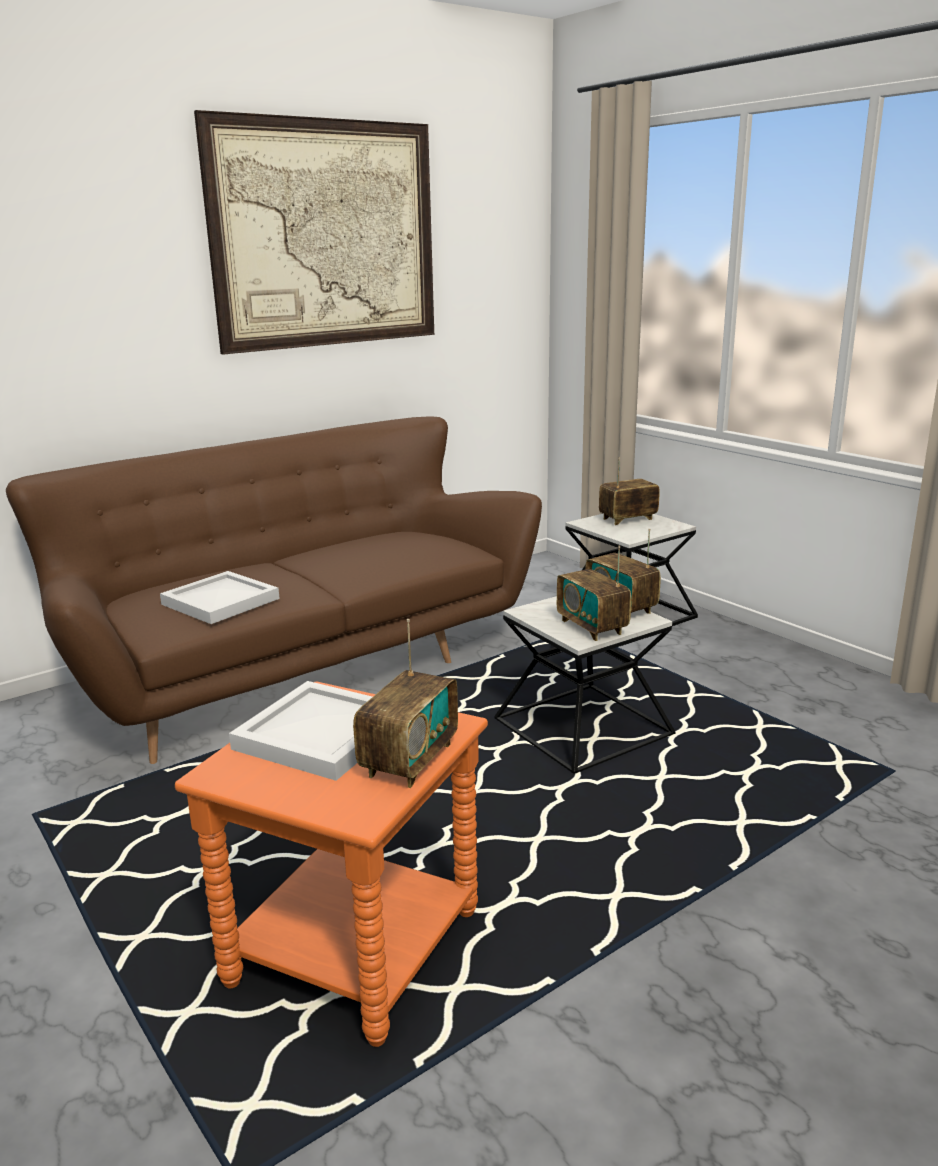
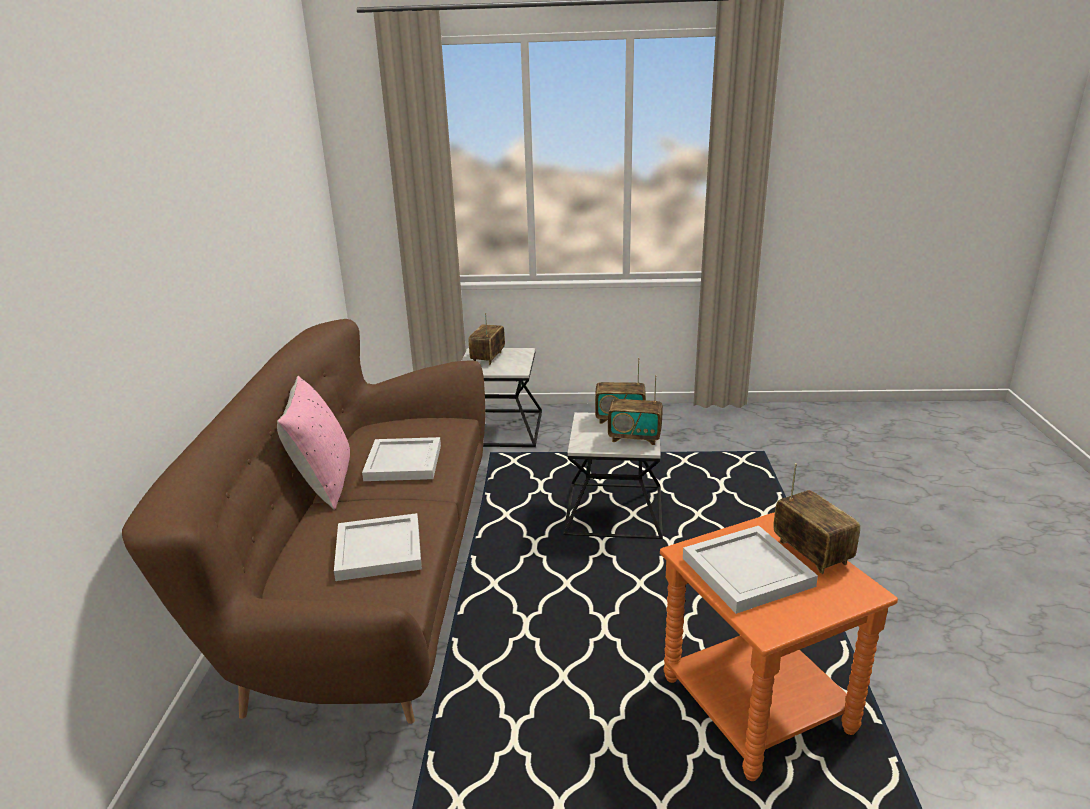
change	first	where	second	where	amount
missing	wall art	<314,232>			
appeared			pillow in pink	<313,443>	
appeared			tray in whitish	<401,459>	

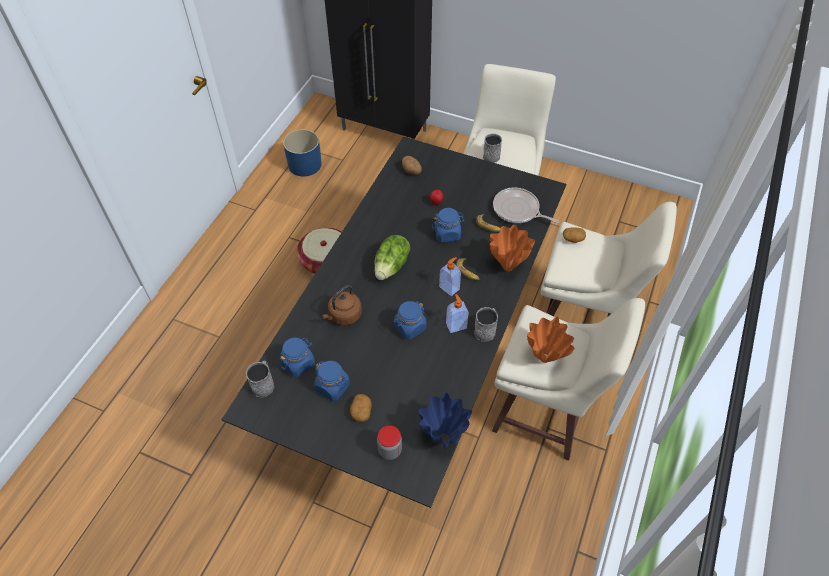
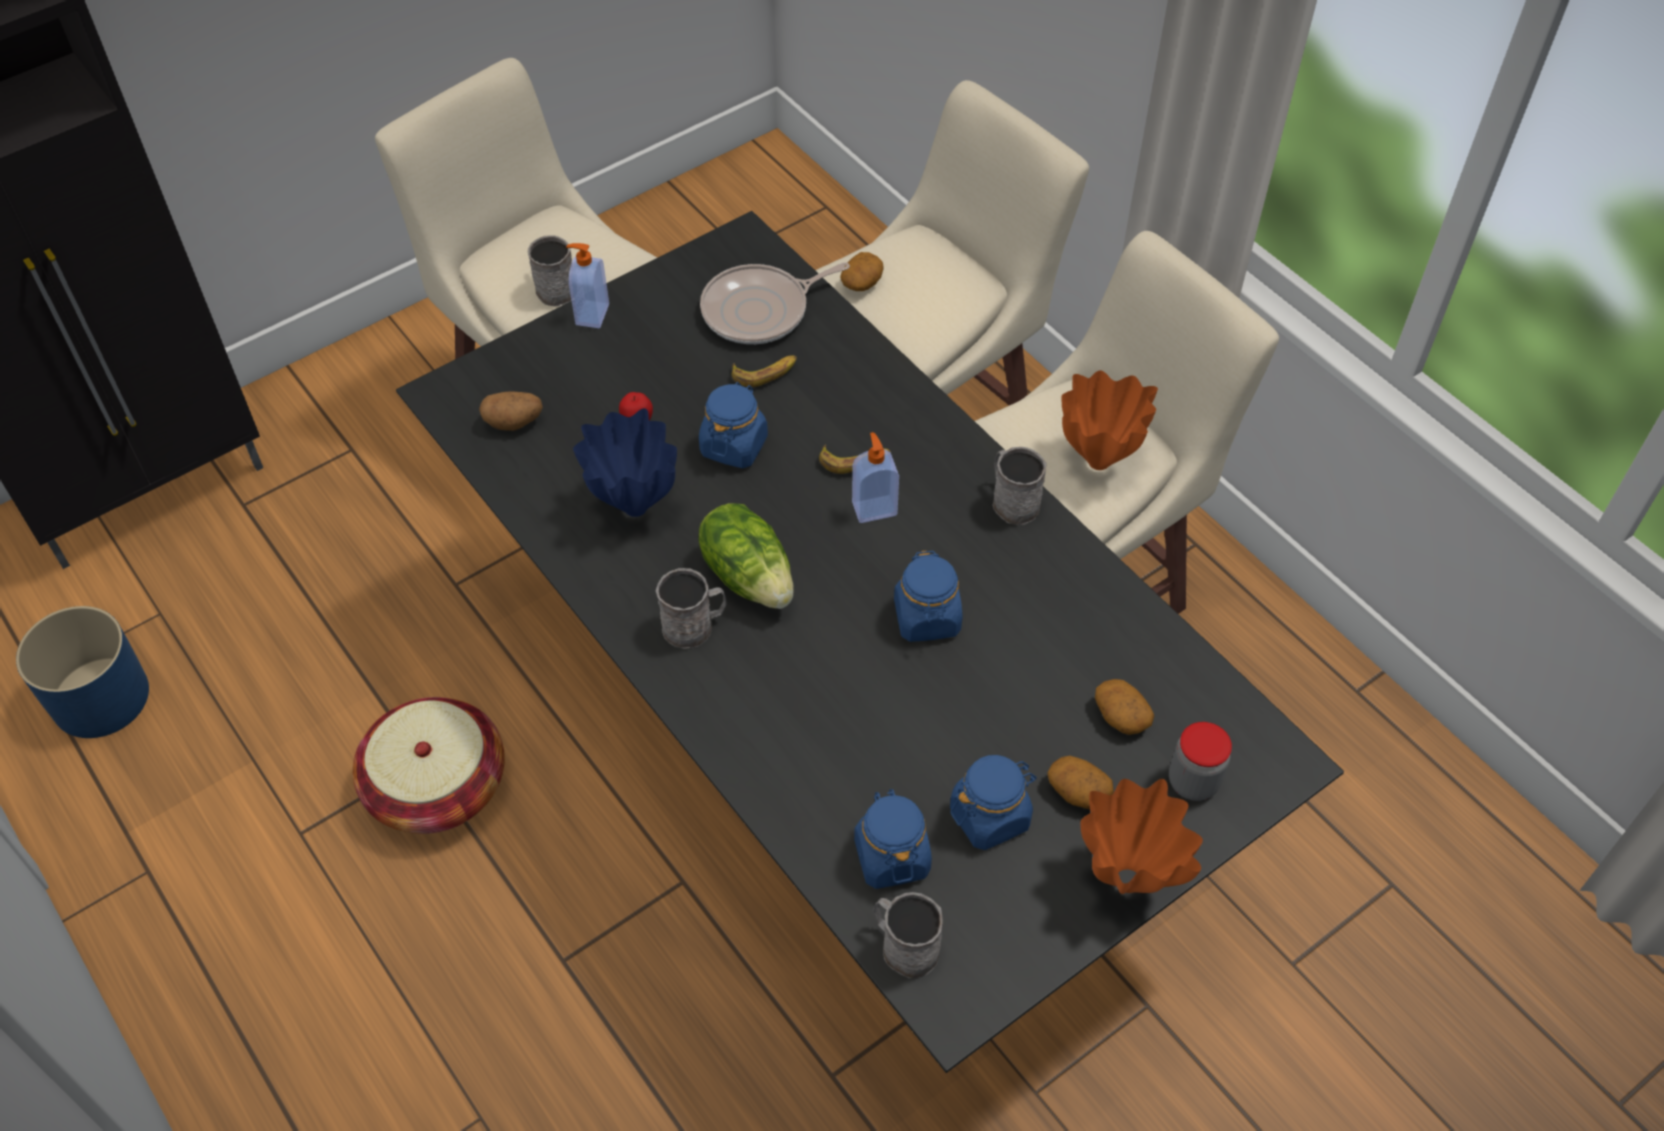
change	first	where	second	where	amount
relocated	vase in orangey	<512,248>		<1141,836>	
missing	tea kettle in brown-coloured	<342,305>			
relocated	soap dispenser	<457,313>		<587,285>	
relocated	vase in blue-coloured	<445,420>		<625,462>	
appeared			tea mug in greyish	<691,608>	
appeared			spud	<1124,707>	

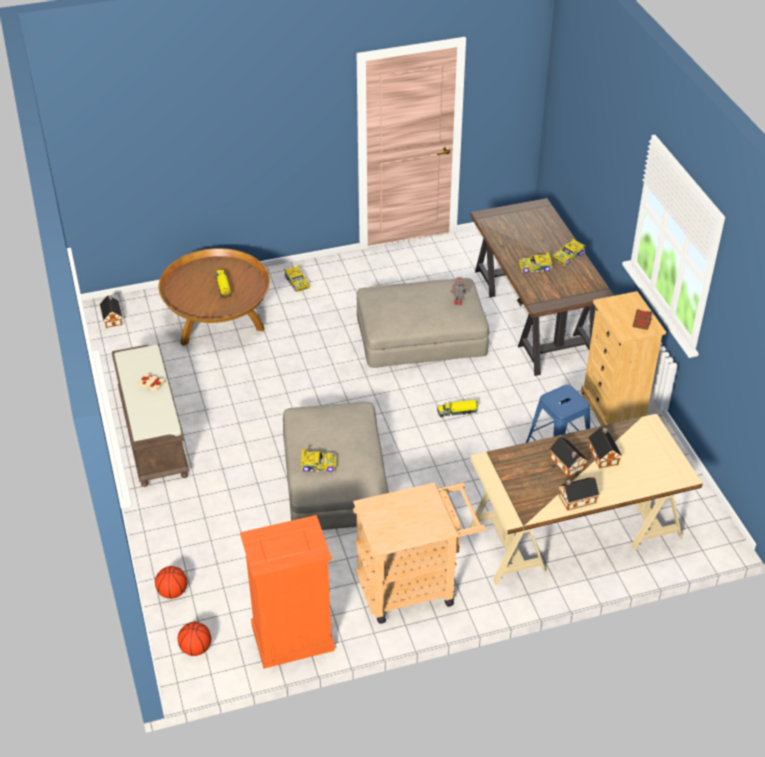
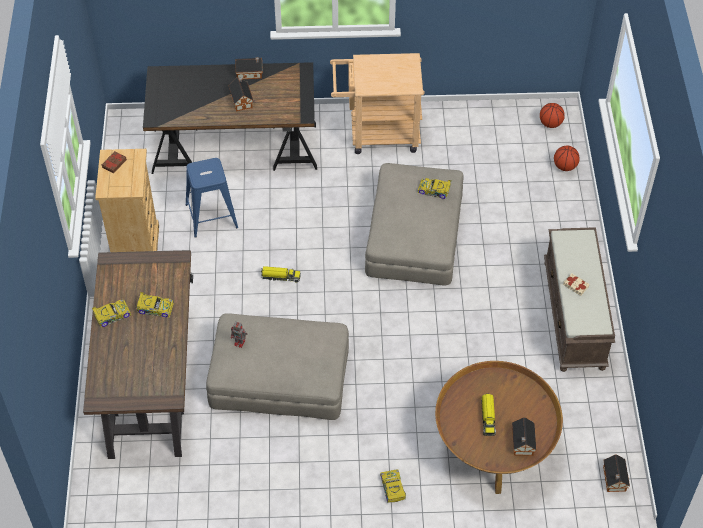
change	first	where	second	where	amount
colour	desk in beige-coloured	<586,499>	desk in black-coloured	<230,118>	
relocated	toy house	<605,448>		<524,436>	
missing	dresser in orangey	<287,592>			

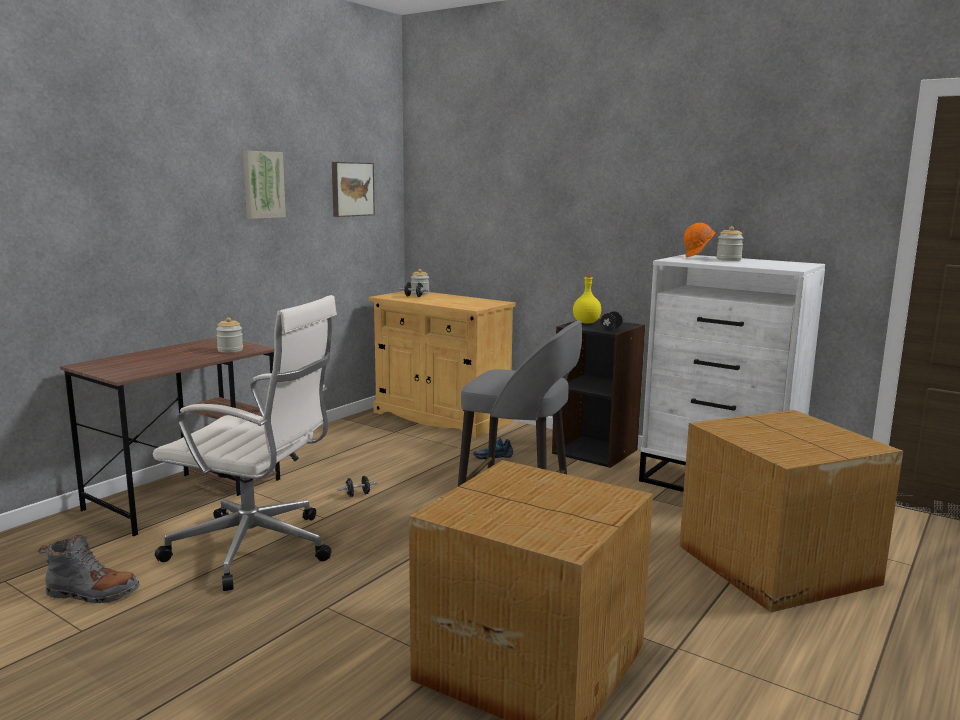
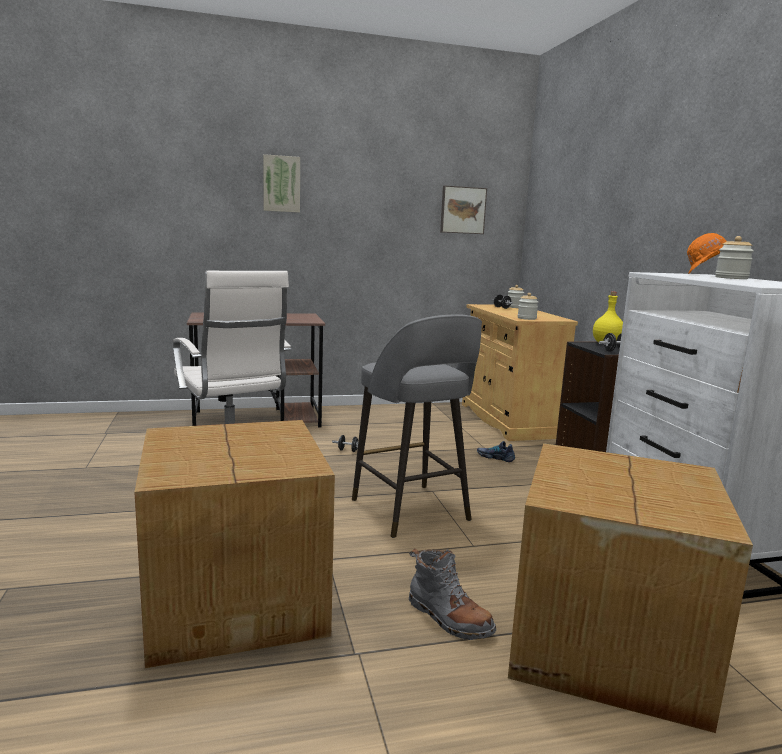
change	first	where	second	where	amount
relocated	wall art	<264,185>		<281,183>	
relocated	jar	<229,335>		<528,306>	
relocated	tall boot in greyish	<89,568>		<452,594>	

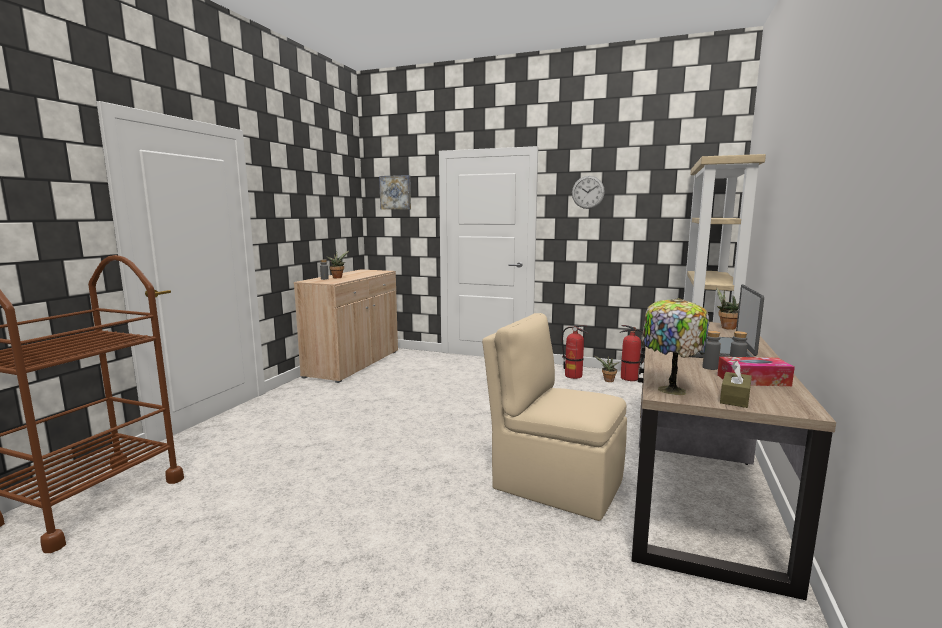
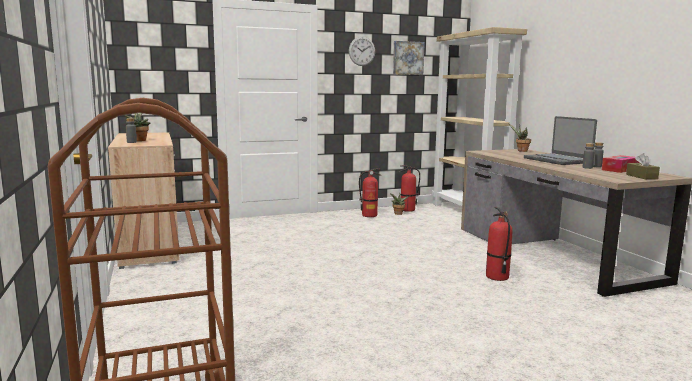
change	first	where	second	where	amount
relocated	wall art	<395,192>		<409,58>	
missing	lamp for a table	<675,346>			
exchanged	plain chair in beige-coloured	<554,417>	fire extinguisher	<499,244>	

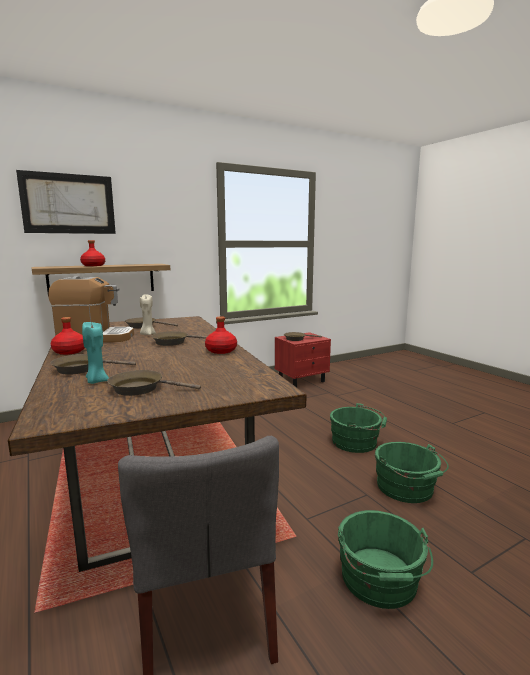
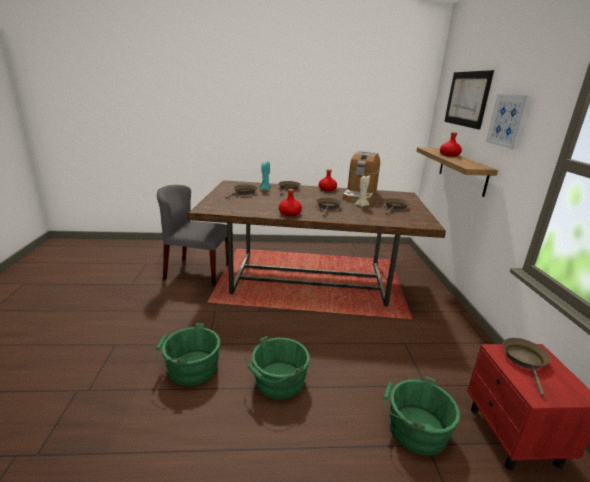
change	first	where	second	where	amount
relocated	bucket in green	<385,559>		<421,416>	
appeared			wall art	<508,121>	

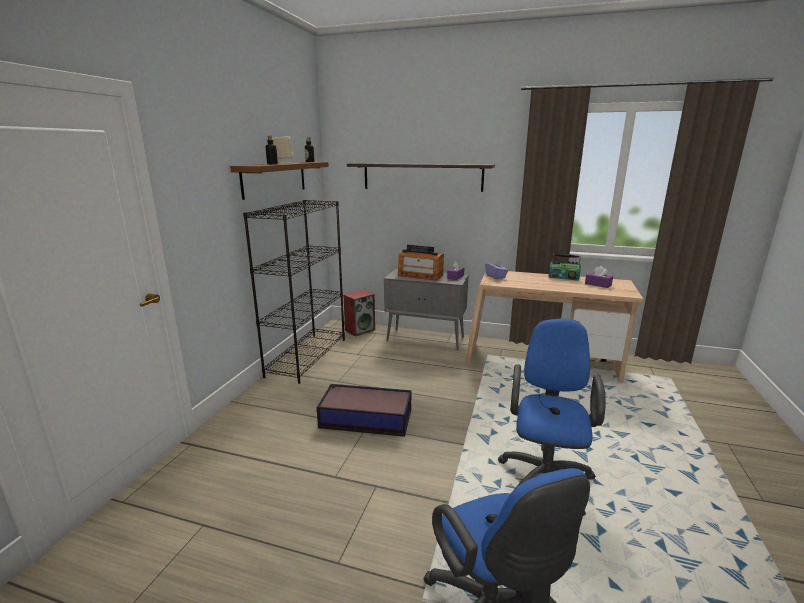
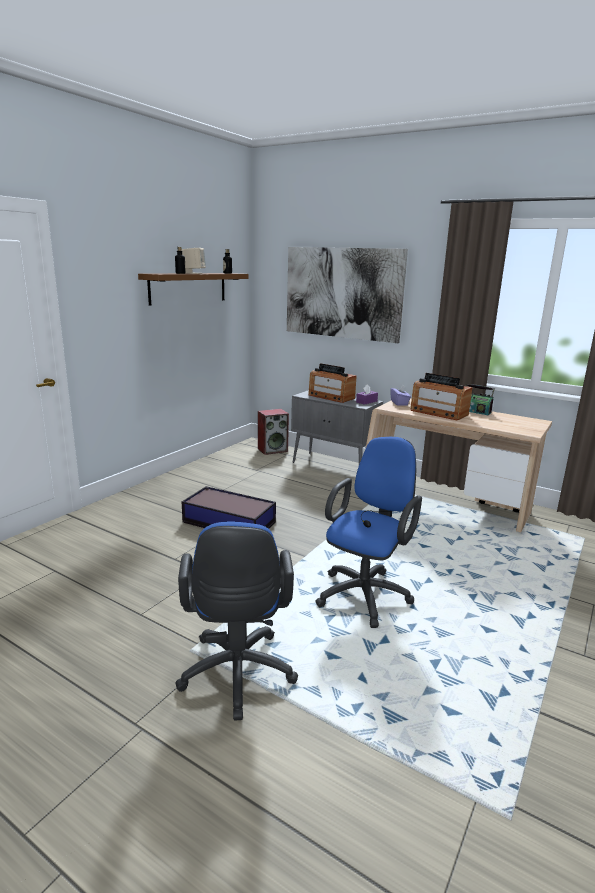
change	first	where	second	where	amount
exchanged	shelf	<421,177>	wall art	<347,295>	
missing	bookshelf in black-coloured	<294,292>			
missing	tissue holder in purple	<599,277>			
appeared			radio receiver	<441,396>	

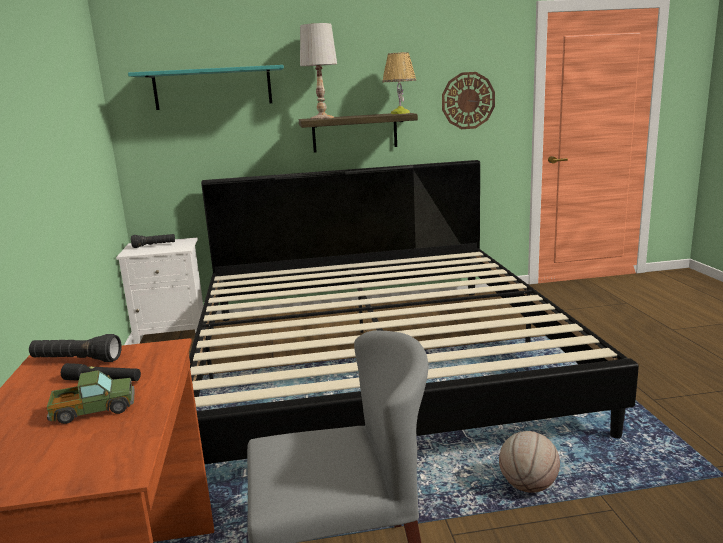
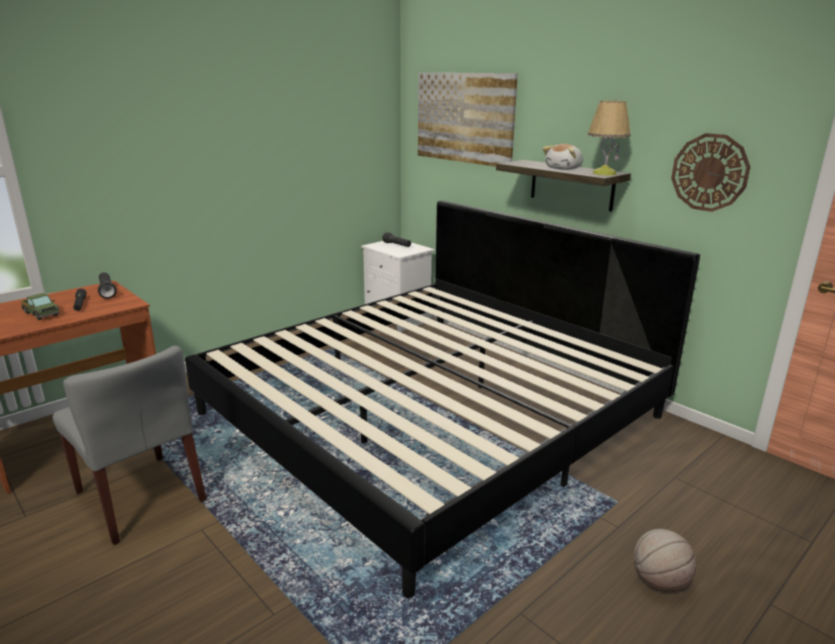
change	first	where	second	where	amount
missing	lamp for a table in whitish	<318,71>			
exchanged	shelf in blue-green	<206,87>	wall art	<468,120>	
relocated	basketball ball	<529,462>		<665,560>	
appeared			plush toy	<563,157>	

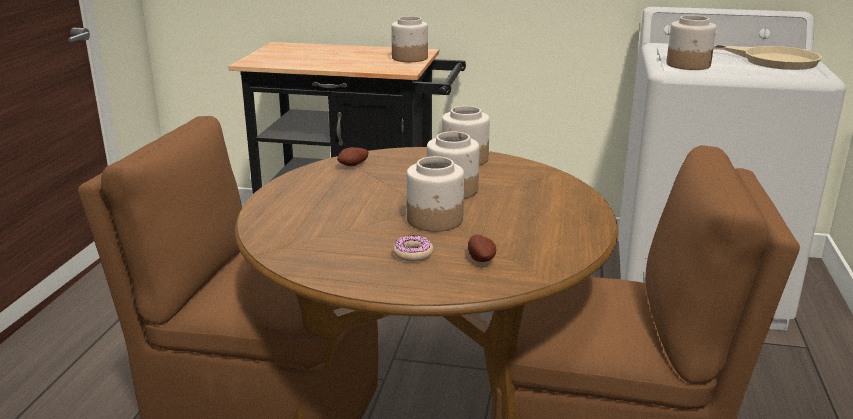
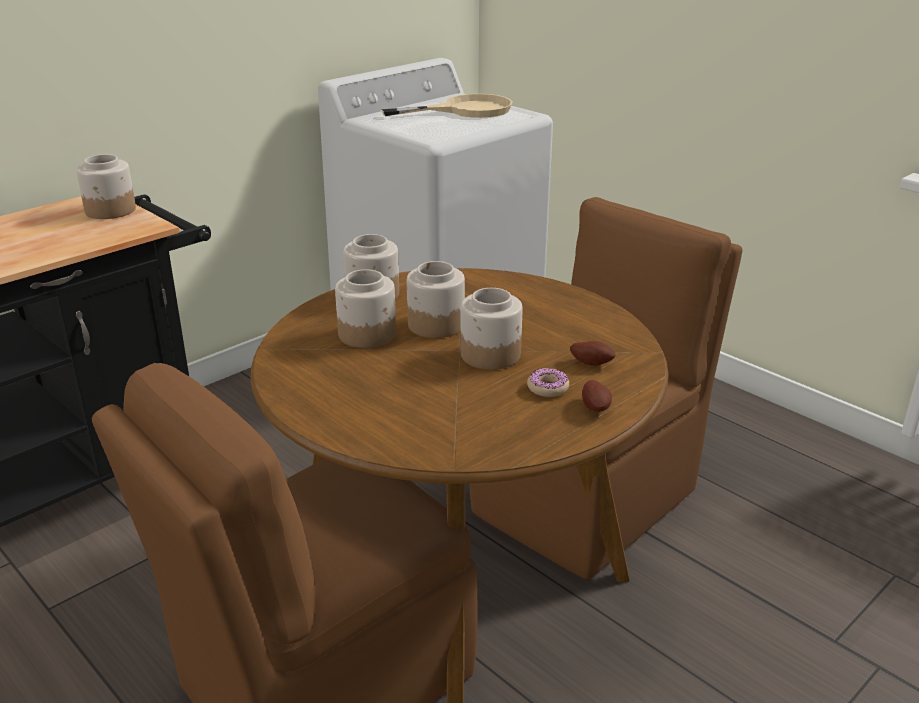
change	first	where	second	where	amount
relocated	jar	<691,42>		<365,308>	
relocated	spud	<352,156>		<597,396>	

